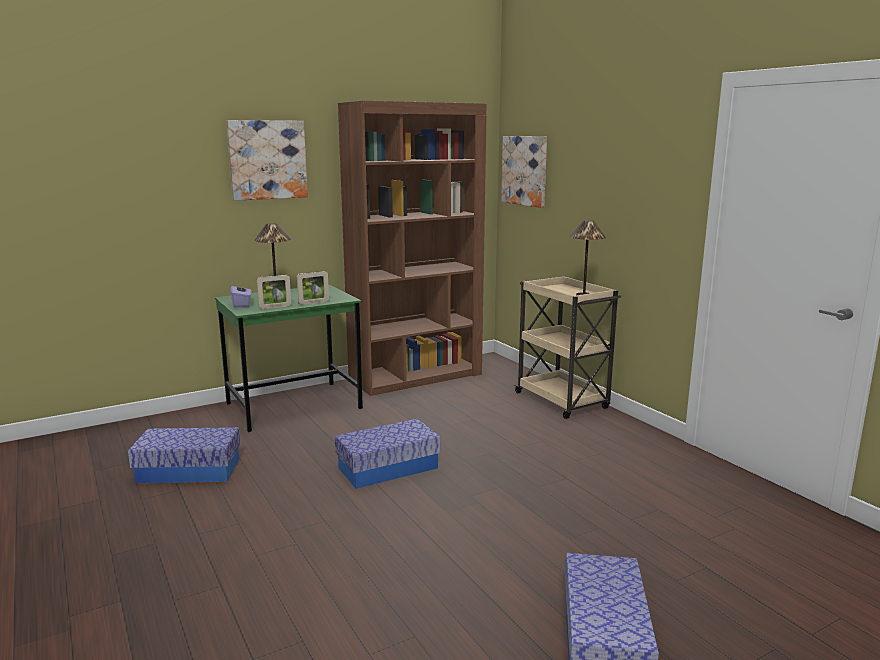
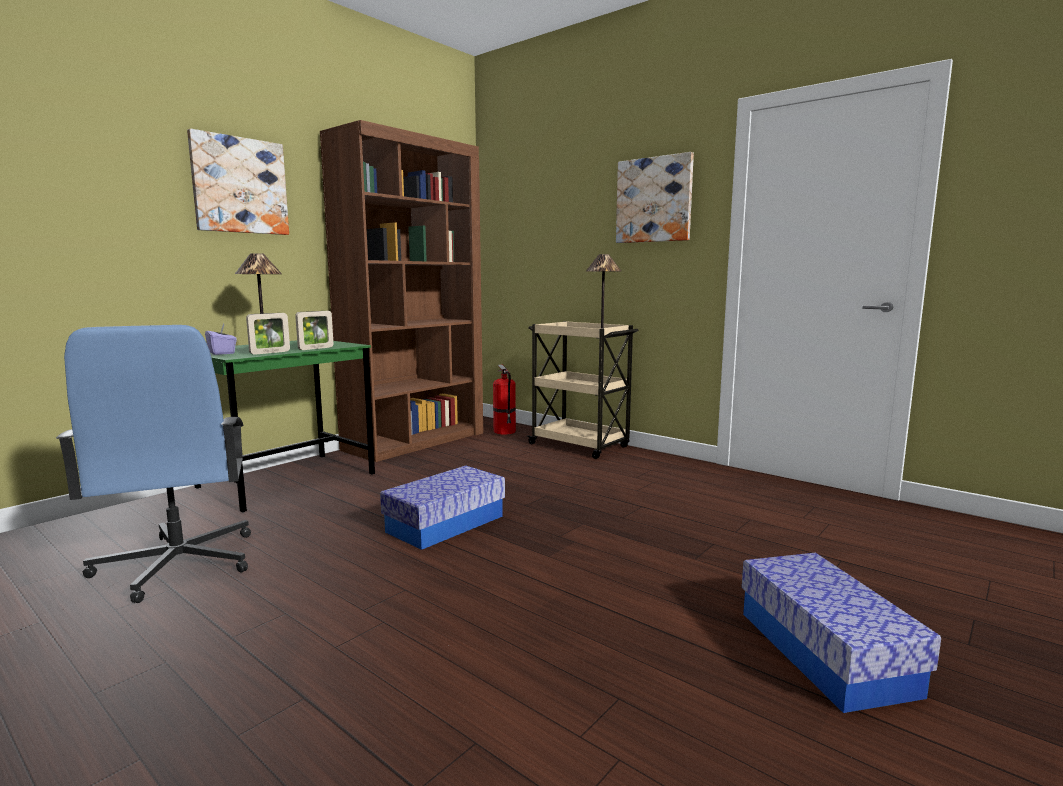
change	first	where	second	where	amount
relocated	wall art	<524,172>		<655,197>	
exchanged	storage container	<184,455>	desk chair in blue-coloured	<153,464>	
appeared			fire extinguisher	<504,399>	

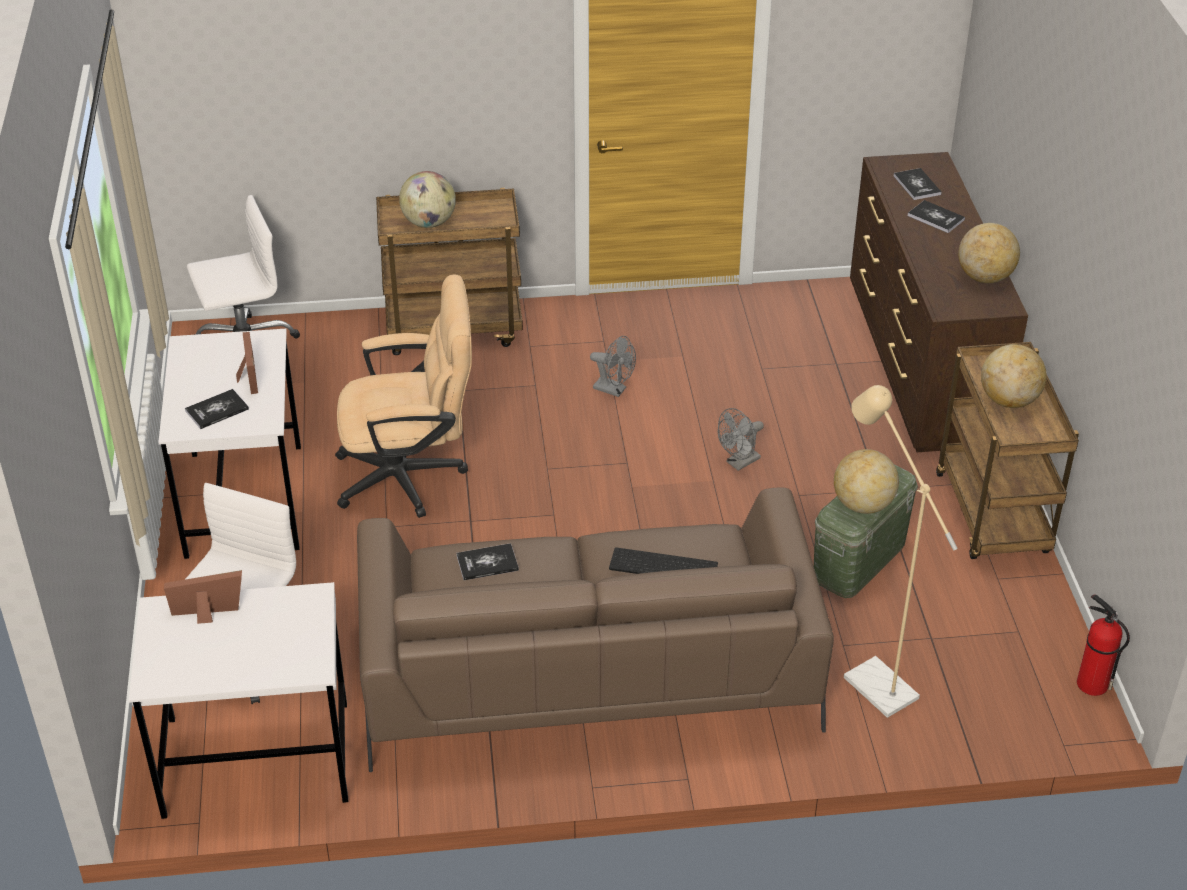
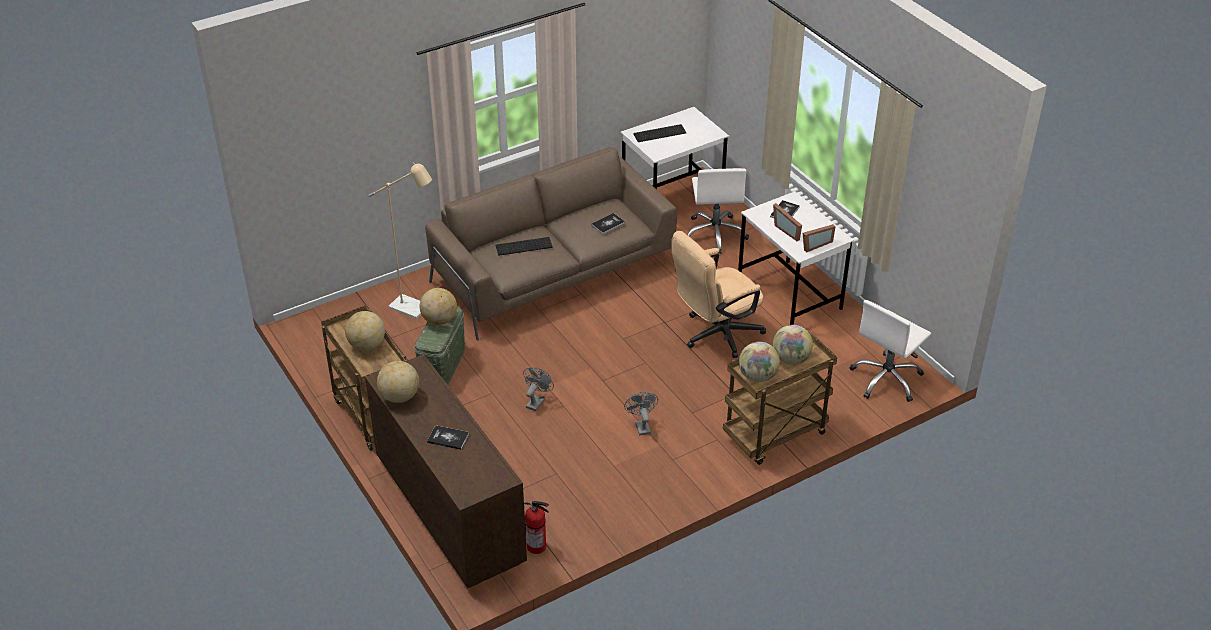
change	first	where	second	where	amount
missing	bound book	<918,184>			
spun	fan in greyish	<613,366>		<641,413>	75 degrees clockwise
relocated	standing frame	<203,597>		<819,238>	
relocated	fire extinguisher	<1103,645>		<536,527>	
appeared			keyboard	<659,133>	
appeared			world globe	<759,362>	

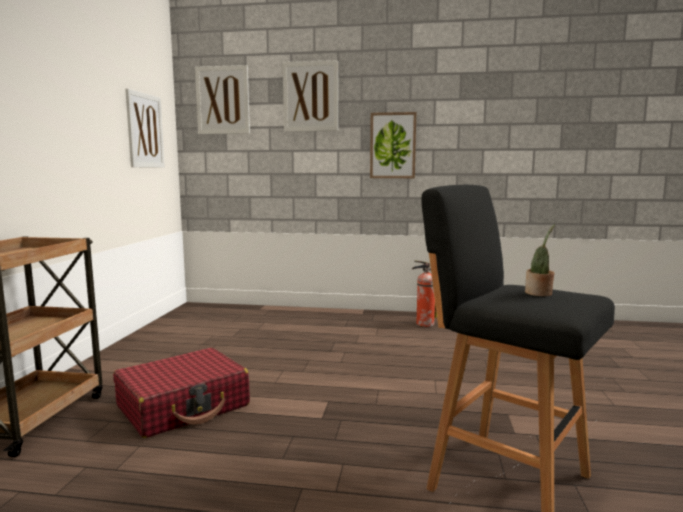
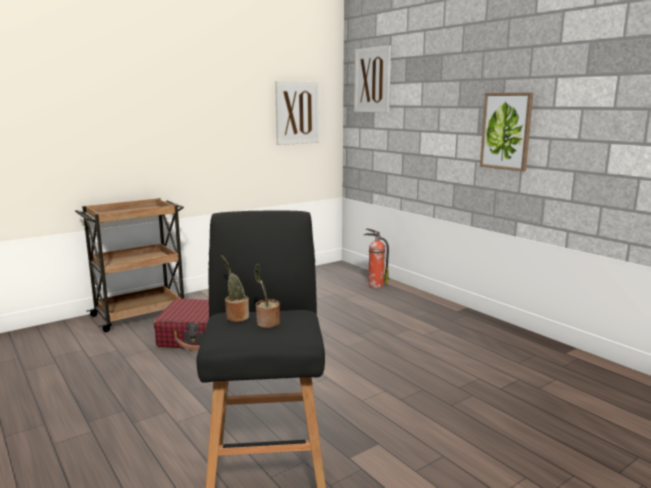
change	first	where	second	where	amount
missing	wall art	<310,96>			
relocated	fire extinguisher	<424,294>		<376,258>	
appeared			plant in a pot	<235,288>	

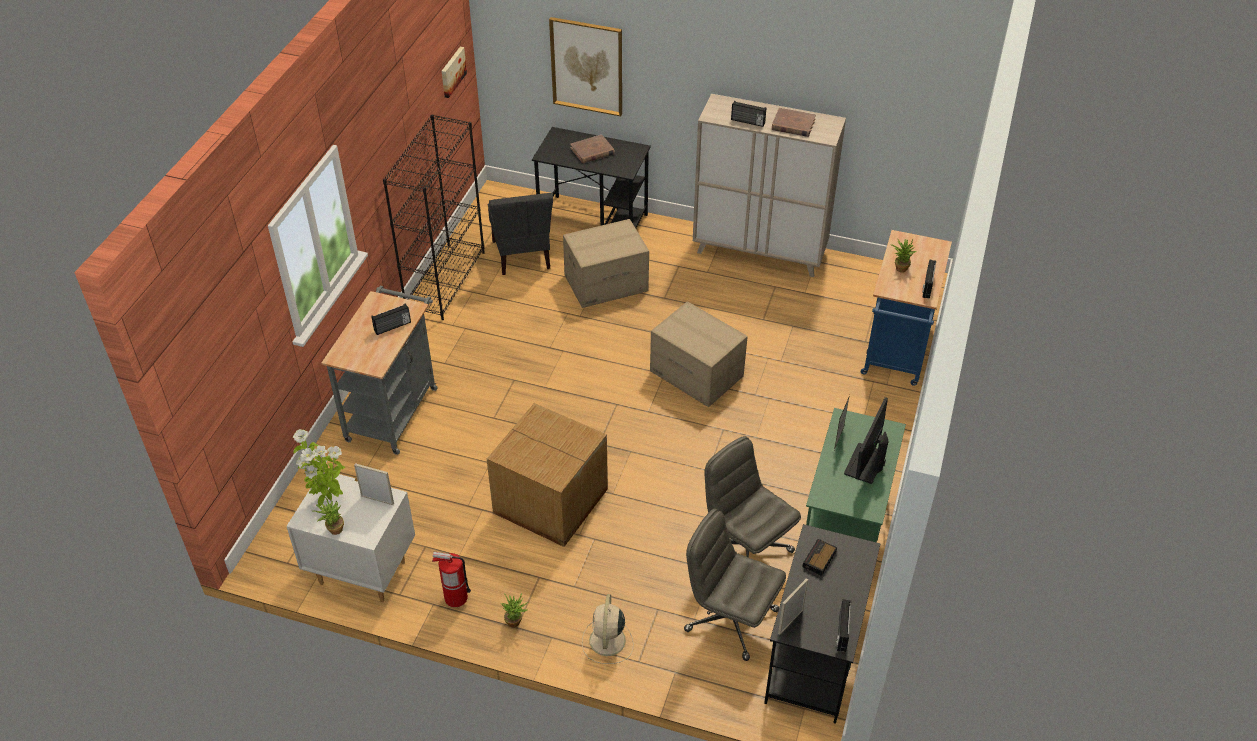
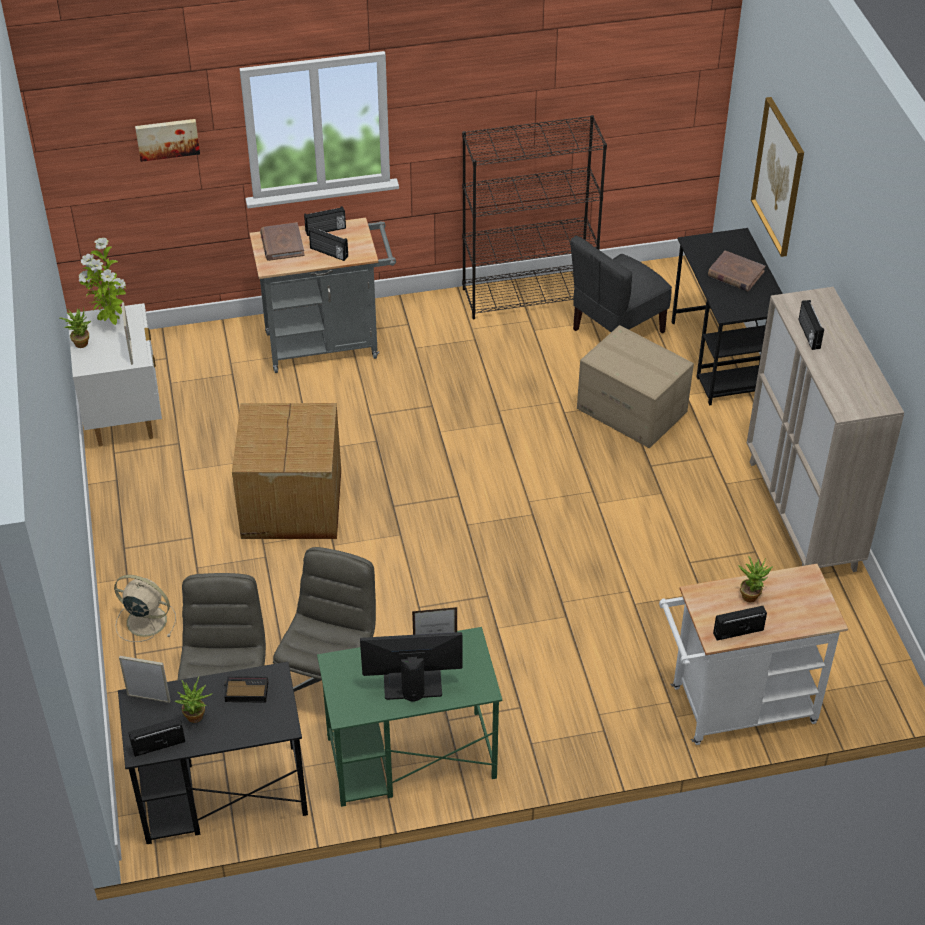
change	first	where	second	where	amount
relocated	wall art	<454,72>		<167,140>	
relocated	bound book in brown-coloured	<794,122>		<282,241>	
colour	cart in blue-coloured	<906,308>	cart in whitish	<753,654>	
missing	cardboard box	<699,354>			
missing	fire extinguisher	<451,579>			
relocated	plant in a pot	<515,610>		<193,700>	
spun	fan in beige-coloured	<608,629>		<145,608>	45 degrees clockwise
appeared			radio receiver	<325,221>	

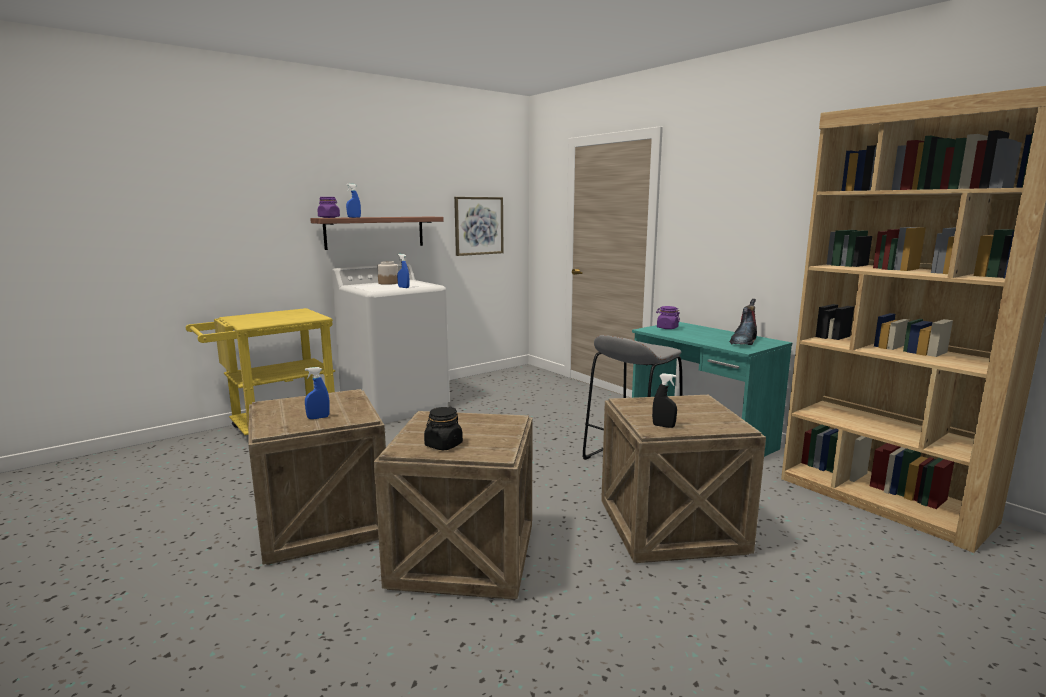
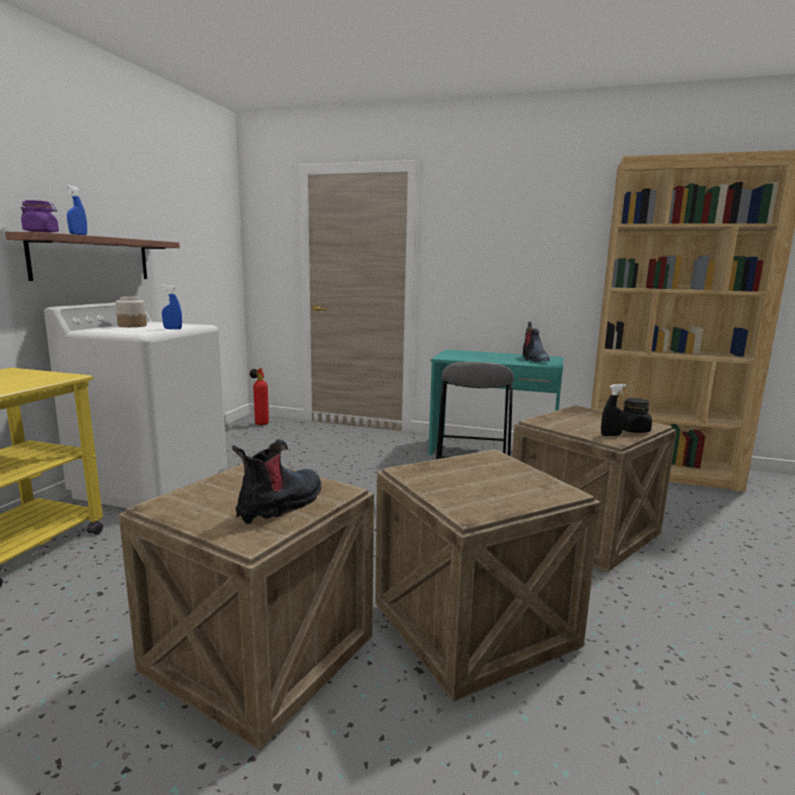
change	first	where	second	where	amount
missing	wall art	<478,226>			
missing	jar in purple	<668,317>			
exchanged	sprayer in blue-coloured	<317,393>	tall boot	<276,481>	
relocated	jar in black-coloured	<443,428>		<637,415>	
appeared			fire extinguisher	<259,396>	

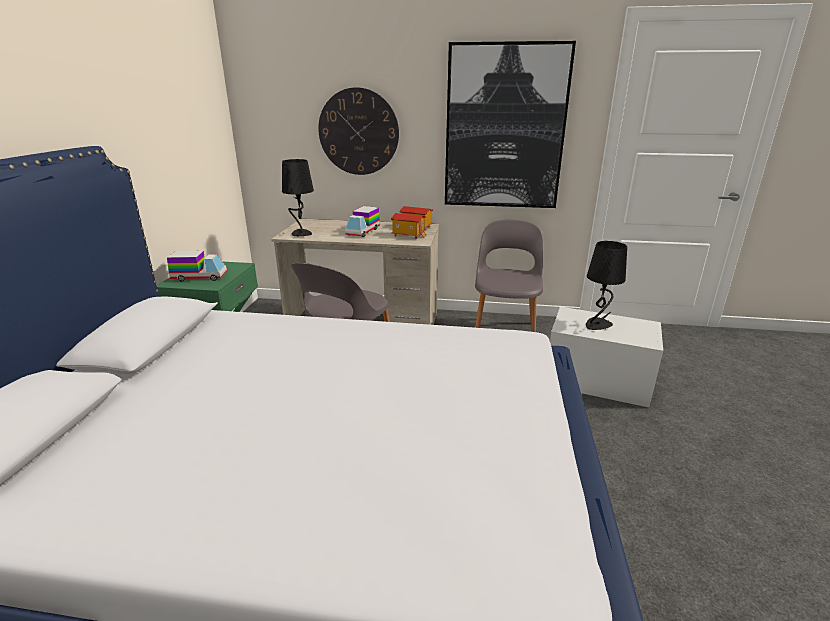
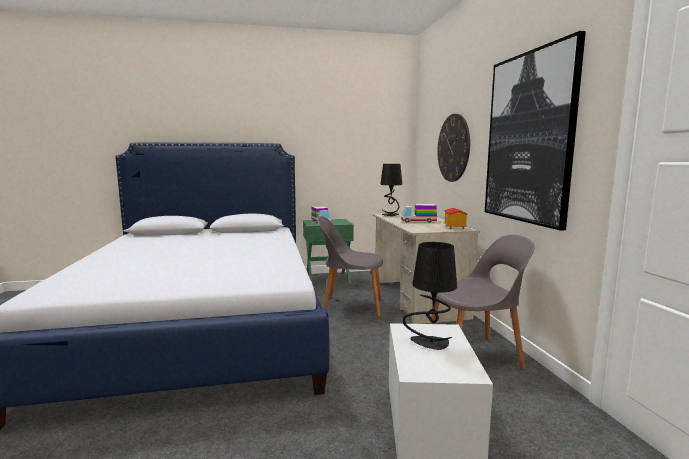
change	first	where	second	where	amount
missing	toy house	<409,226>			

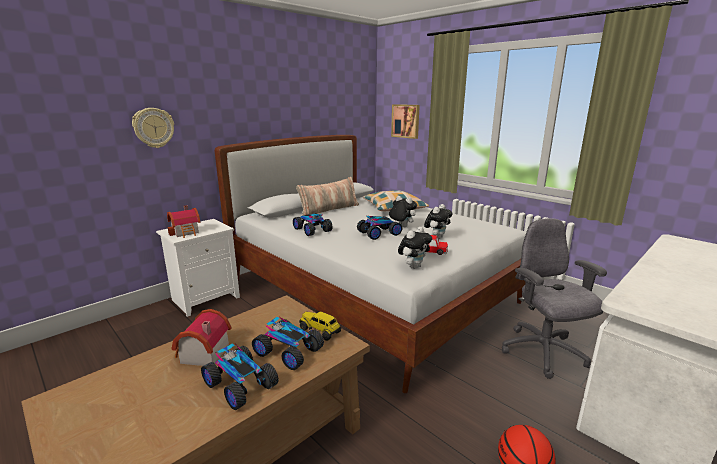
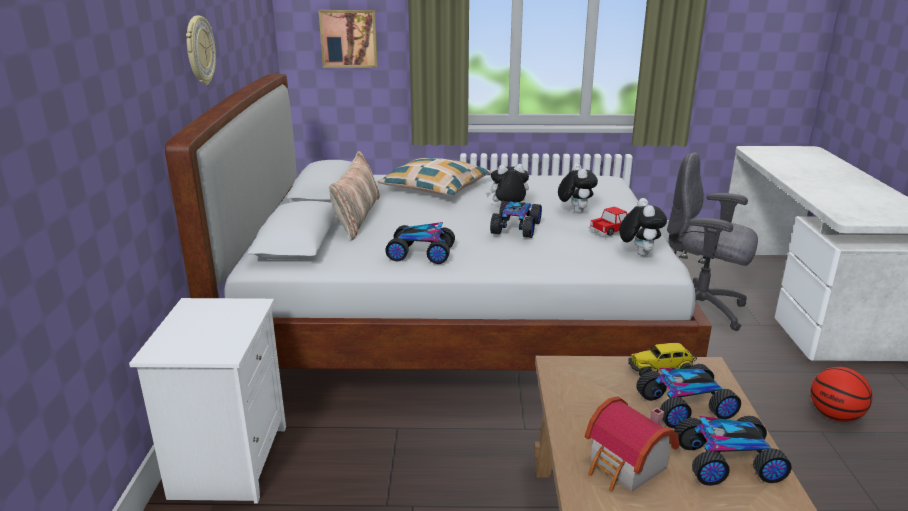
change	first	where	second	where	amount
relocated	hanging clock	<153,128>		<201,50>	
missing	toy house	<184,221>			

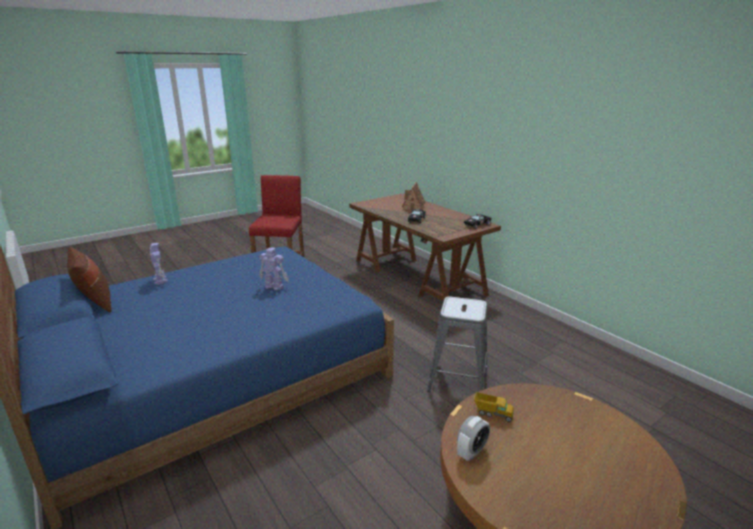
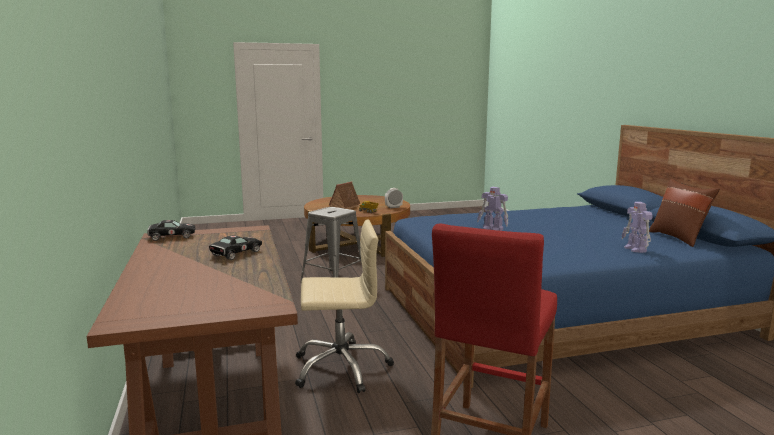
change	first	where	second	where	amount
relocated	toy house	<414,196>		<344,195>	
appeared			desk chair in beige-coloured	<344,306>	

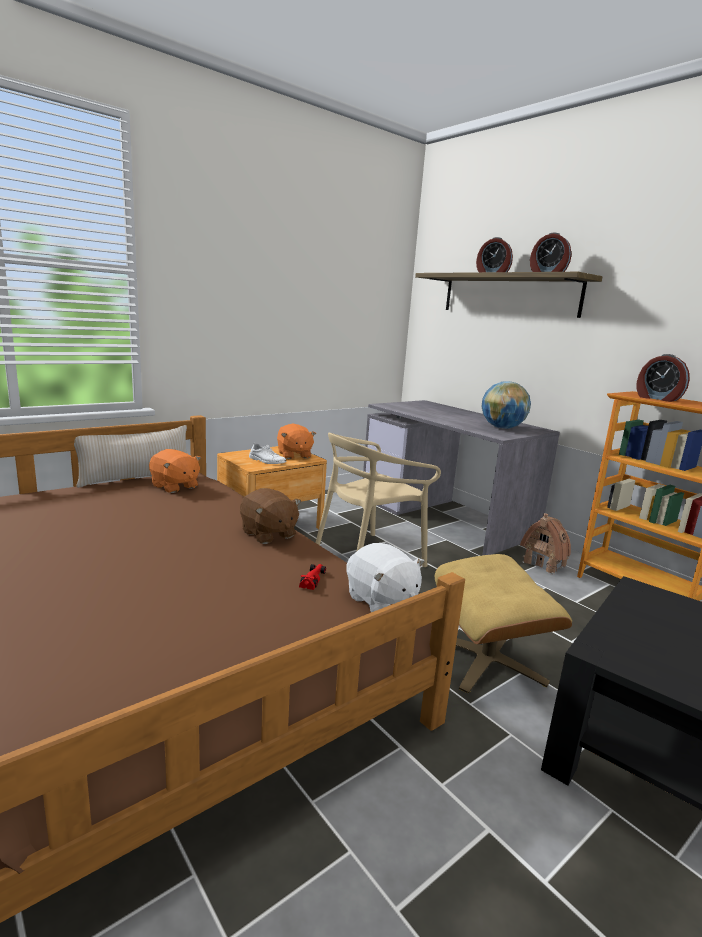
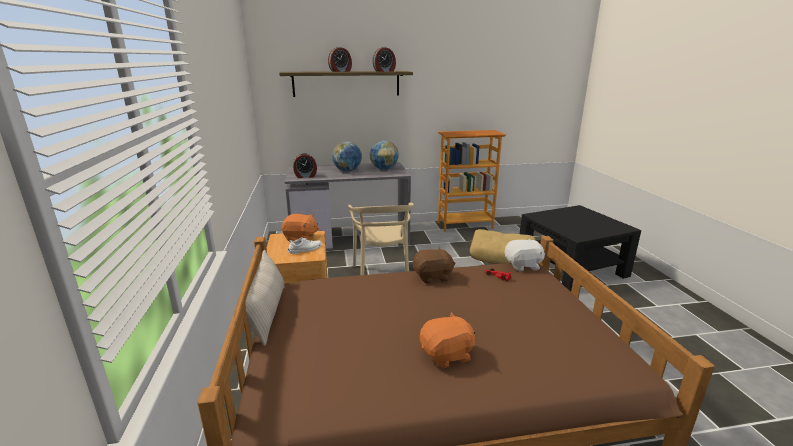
change	first	where	second	where	amount
relocated	bedside clock	<663,378>		<305,165>	
relocated	plush toy in orangey	<175,471>		<447,340>	
missing	toy house	<545,544>			
appeared			world globe	<347,156>	

